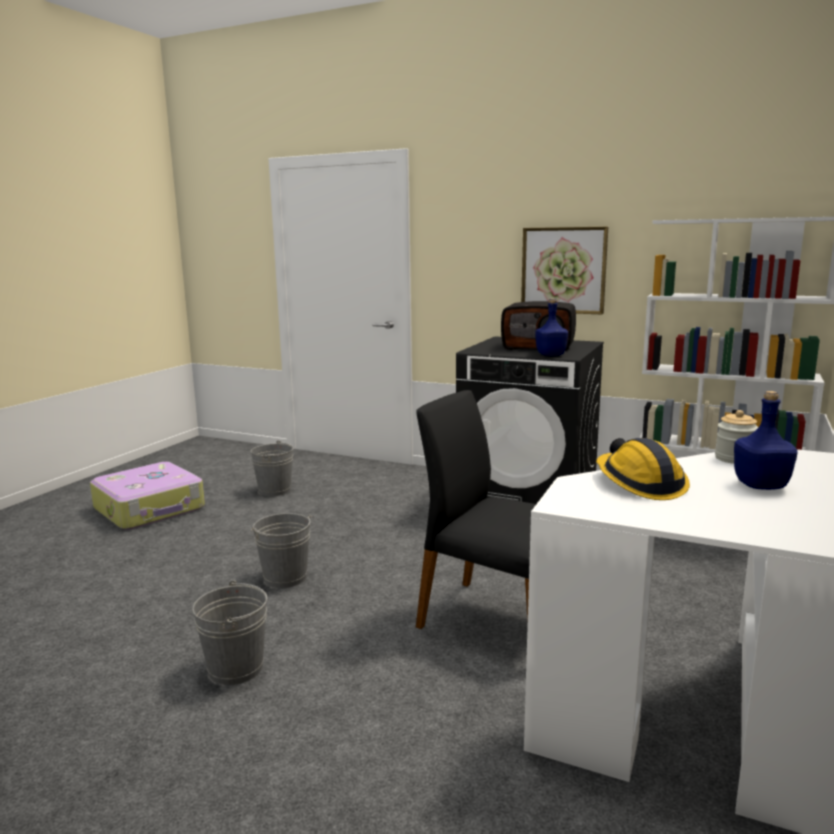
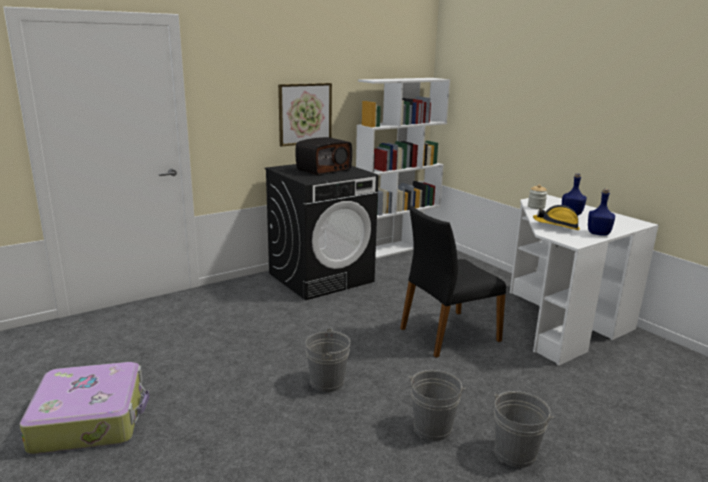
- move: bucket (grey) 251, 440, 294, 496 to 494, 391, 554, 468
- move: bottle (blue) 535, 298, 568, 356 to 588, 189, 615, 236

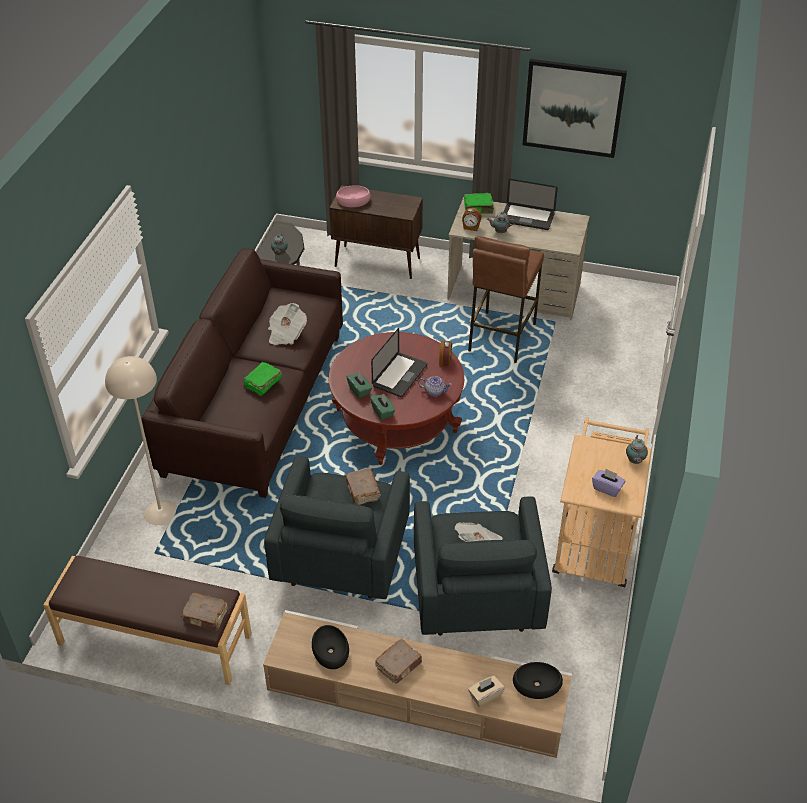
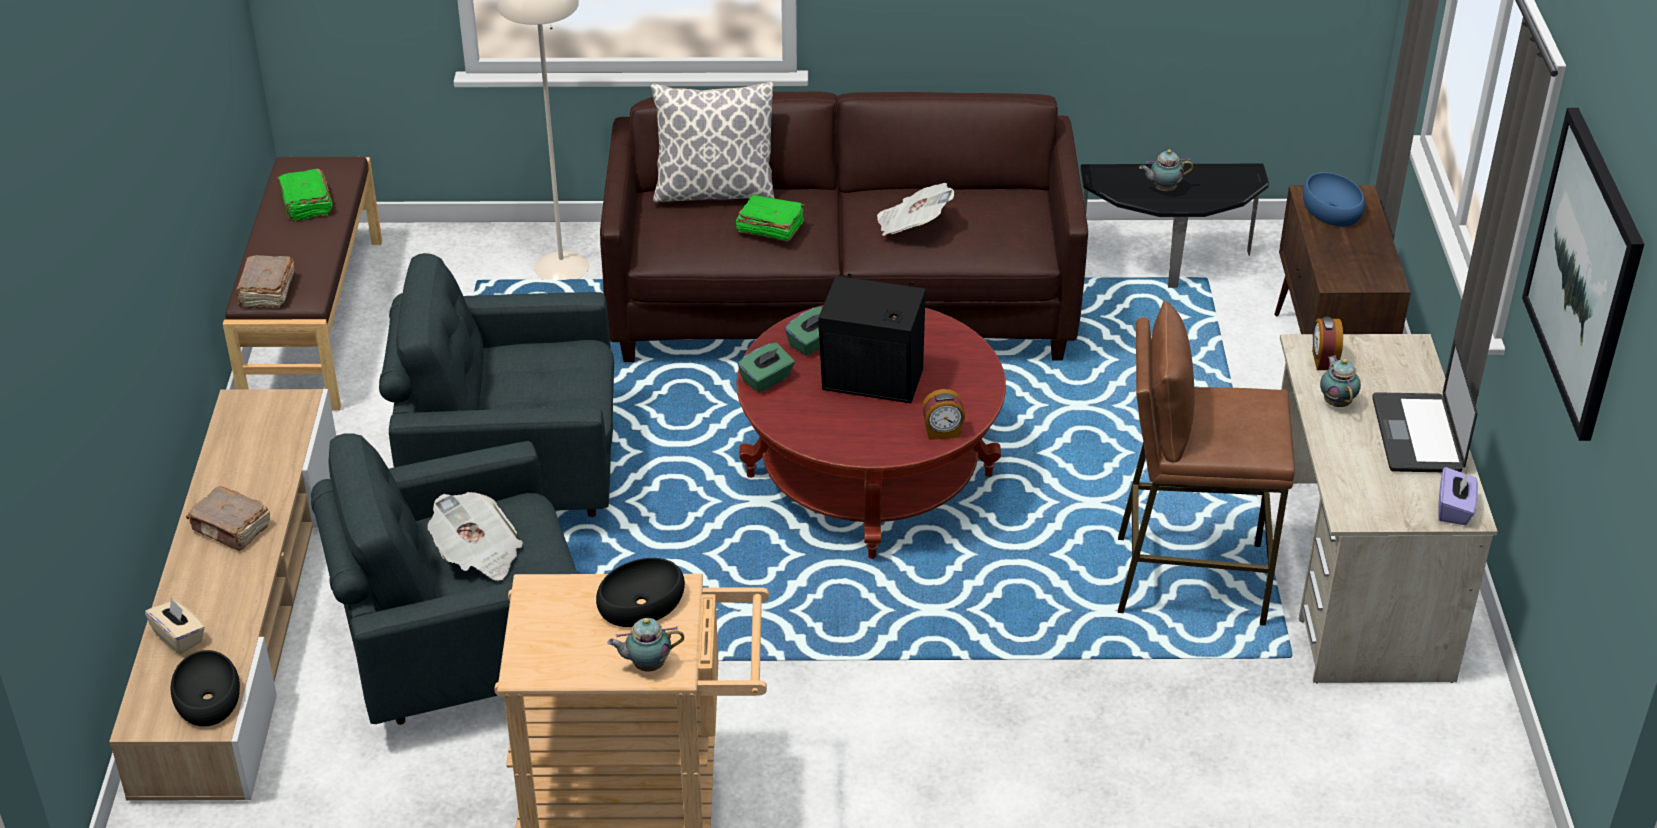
- move: book (green) 464, 193, 494, 213 to 277, 169, 332, 221
- move: bowl (black) 312, 625, 349, 669 to 596, 558, 685, 627
- insert: pillow 651, 82, 774, 202
- replace: laptop 371, 328, 427, 397 to speaker (black) 819, 273, 926, 403
- recolor: bowl (pink) 336, 186, 371, 207 to bowl (blue) 1303, 172, 1365, 227
- move: tissue box (purple) 592, 469, 626, 497 to 1438, 467, 1478, 525
- delete: book (brown) 345, 468, 380, 505
- delete: teapot 418, 376, 452, 397

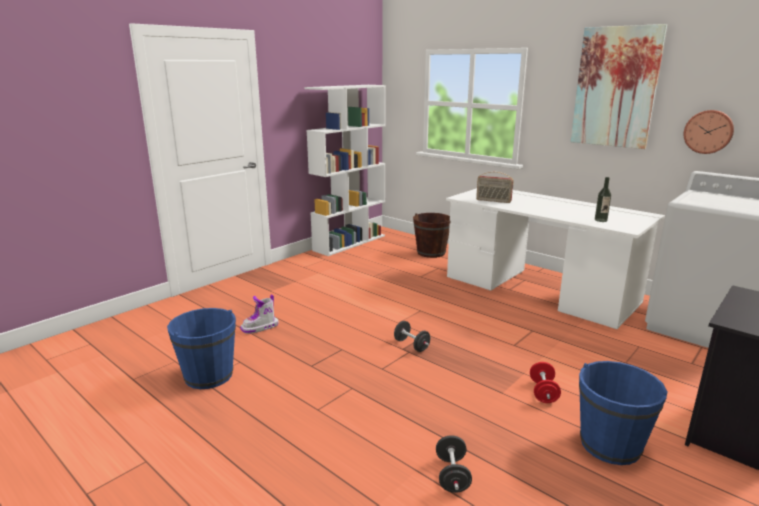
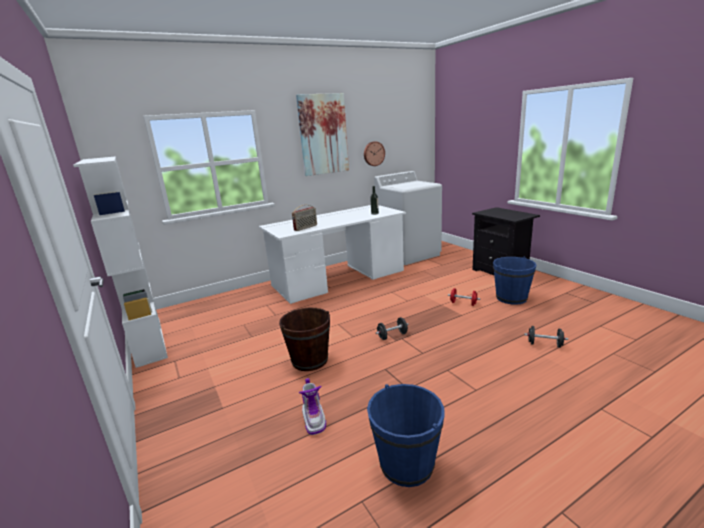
- move: bucket (brown) 413, 213, 451, 258 to 279, 307, 330, 371

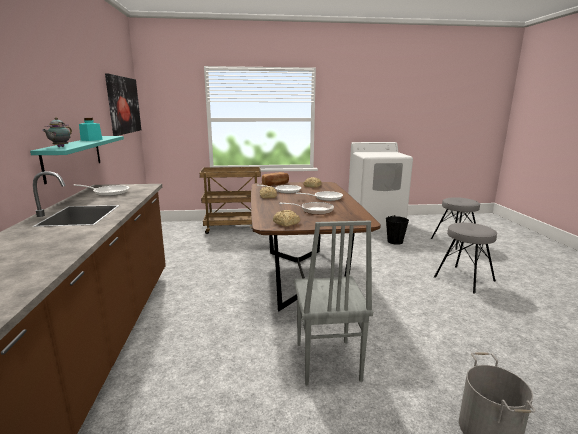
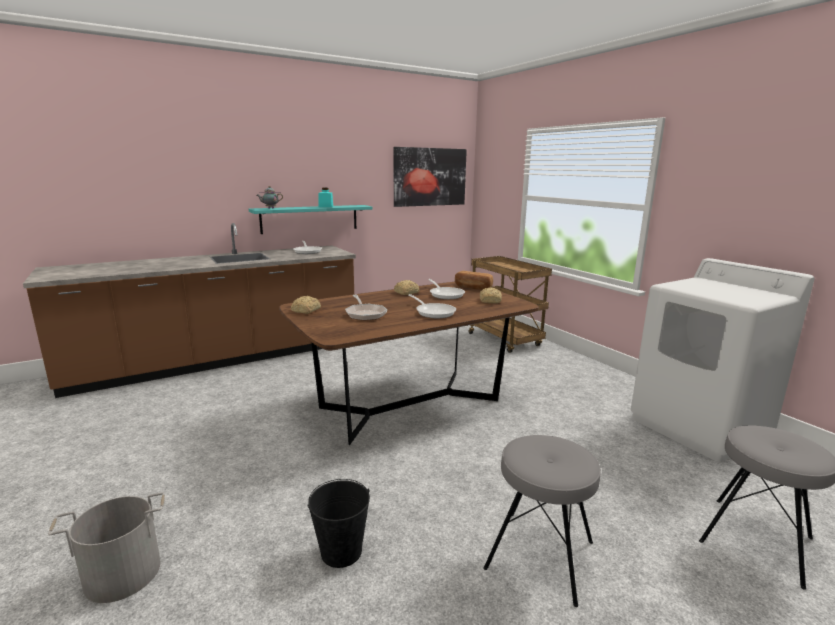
- move: bucket (black) 386, 216, 409, 245 to 307, 479, 370, 568
- delete: chair (grey) 294, 221, 373, 386

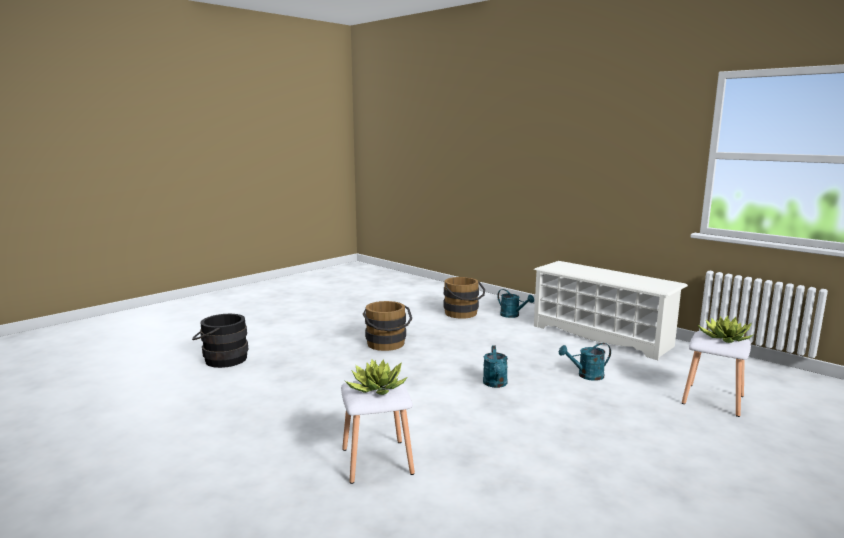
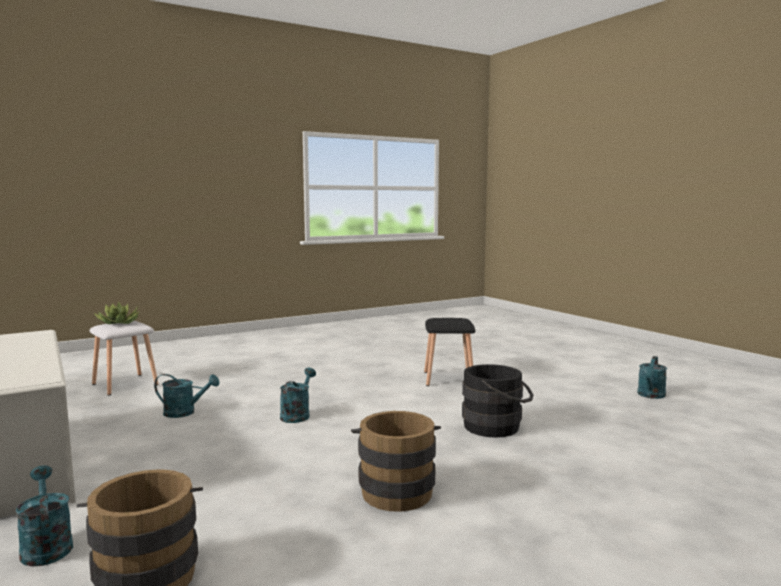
- recolor: stool (white) 341, 378, 415, 484 to stool (black) 424, 318, 475, 386
- move: bucket (black) 192, 314, 248, 368 to 462, 364, 534, 438
- insert: watering can (turquoise) 637, 356, 667, 399
- delete: potted plant 345, 359, 408, 395

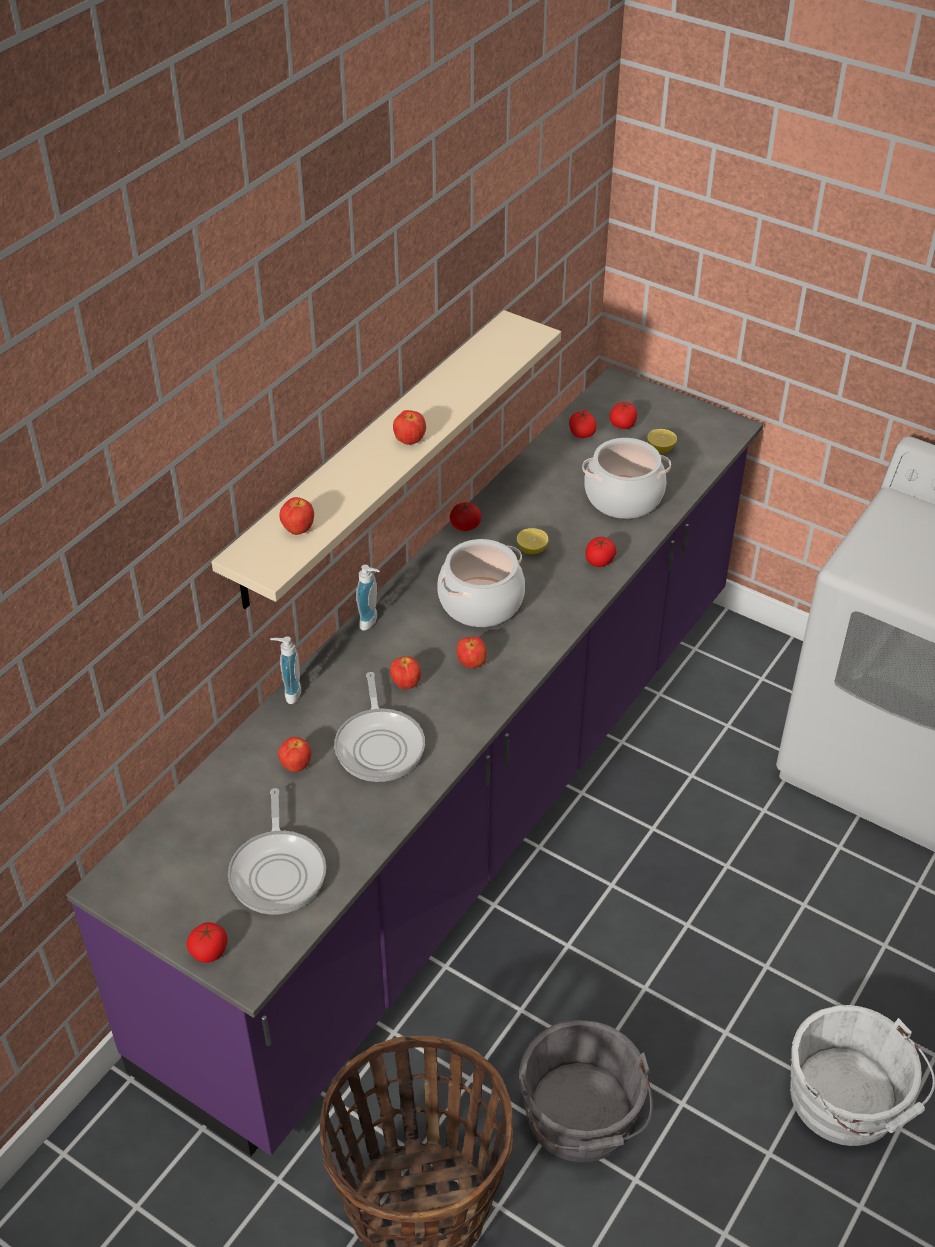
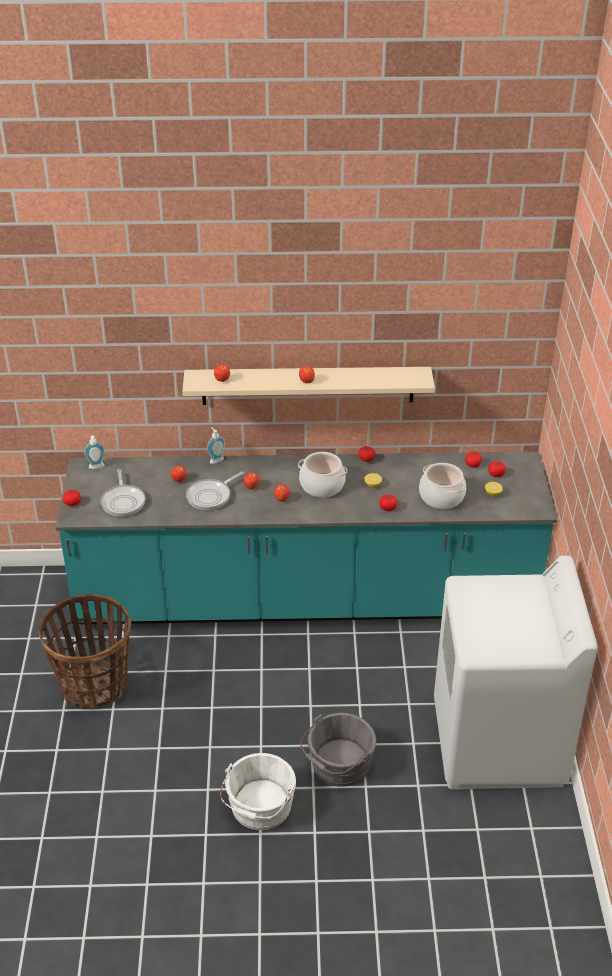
- recolor: counter (purple) 66, 366, 763, 1156 to counter (turquoise) 55, 451, 557, 624
- move: soap dispenser 356, 565, 380, 630 to 84, 436, 105, 469
- rotate: frying pan 228, 788, 326, 914 = 101, 469, 145, 517 60 degrees counterclockwise
- move: bucket (grey) 519, 1020, 653, 1162 to 300, 713, 376, 787

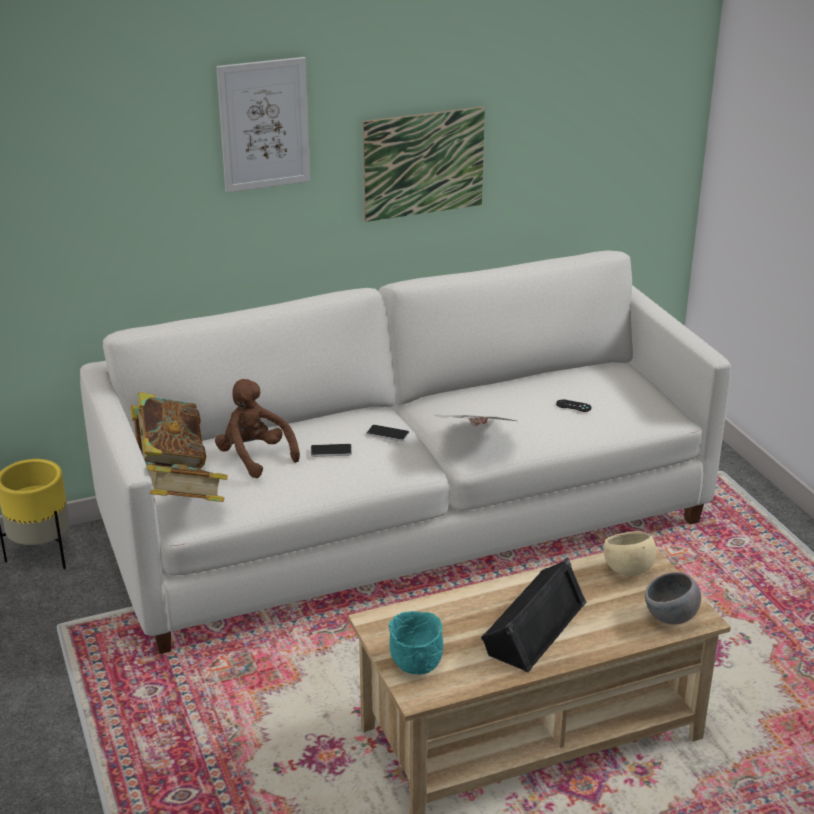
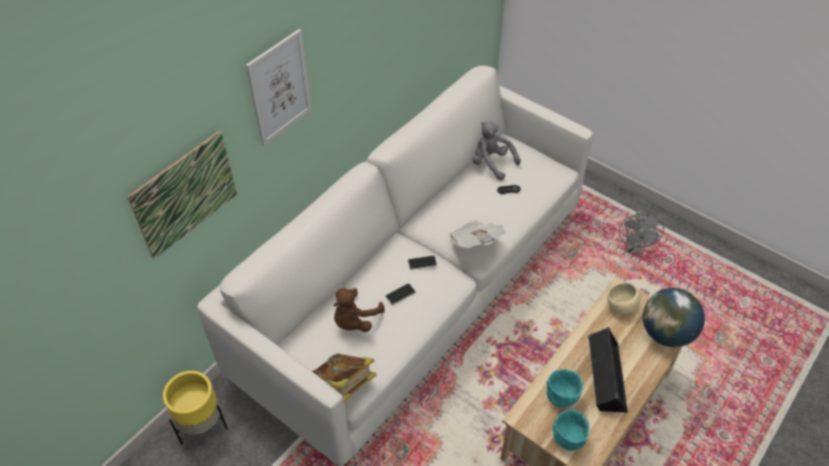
- move: picture 363, 107, 485, 222 to 127, 130, 237, 259
- rotate: plush toy (brown) 215, 379, 300, 478 = 333, 288, 385, 332 75 degrees counterclockwise
- insert: plush toy (grey) 472, 121, 521, 181
- insert: bowl (turquoise) 546, 369, 583, 407
- insert: fan (grey) 619, 211, 664, 254
- replace: bowl (grey) 645, 572, 701, 625 to globe 643, 288, 705, 347
- delete: book 130, 392, 206, 469

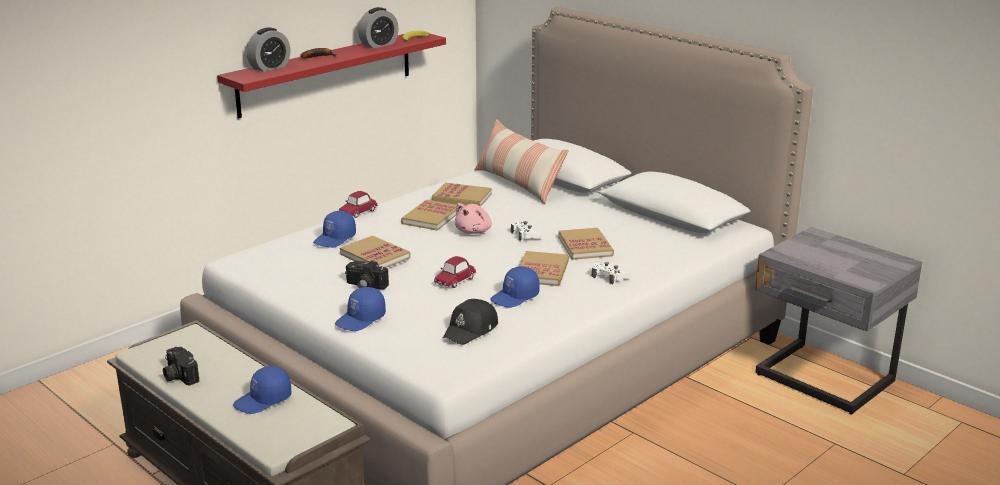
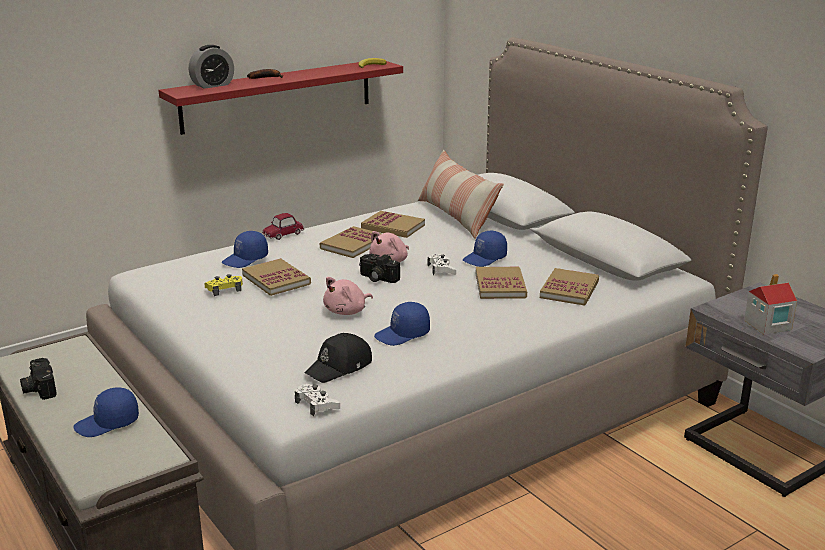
- insert: game controller (yellow) 204, 274, 243, 296
- move: game controller (white) 592, 262, 629, 284 to 295, 384, 340, 416
- replace: toy car 434, 256, 476, 288 to plush toy (pink) 323, 277, 373, 315
- move: photo camera 345, 261, 389, 290 to 359, 254, 400, 283
- move: cap (blue) 335, 287, 386, 331 to 463, 231, 507, 267
- move: book 519, 251, 569, 286 to 540, 268, 599, 306
- insert: toy house 744, 274, 797, 334
- delete: alarm clock 358, 7, 399, 48

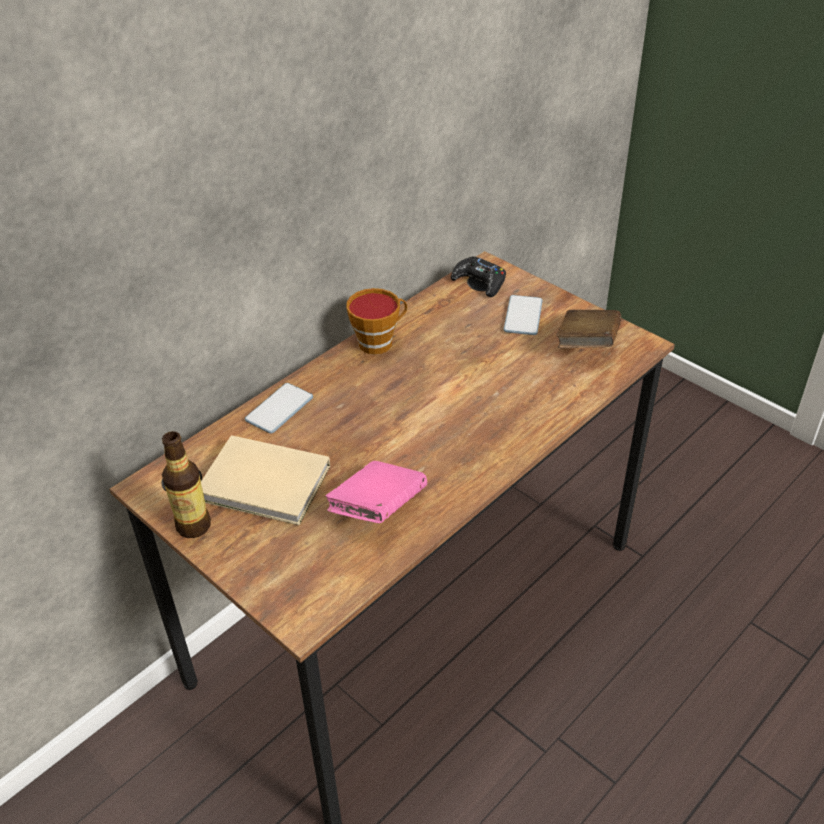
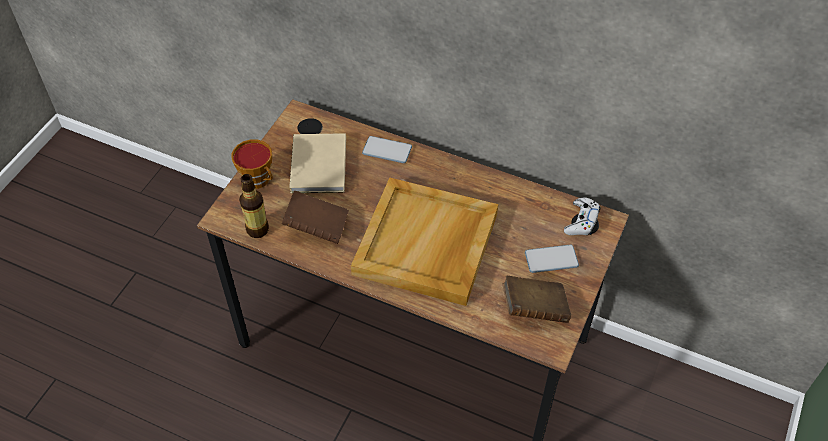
- move: cup 346, 288, 407, 355 to 231, 139, 273, 189
- move: bottle 162, 431, 211, 538 to 239, 174, 269, 238
- recolor: book (pink) 325, 461, 427, 523 to book (brown) 282, 191, 349, 244
- insert: tray (beige) 351, 177, 498, 306
- recolor: game controller (black) 451, 257, 506, 297 to game controller (white) 564, 198, 601, 235

